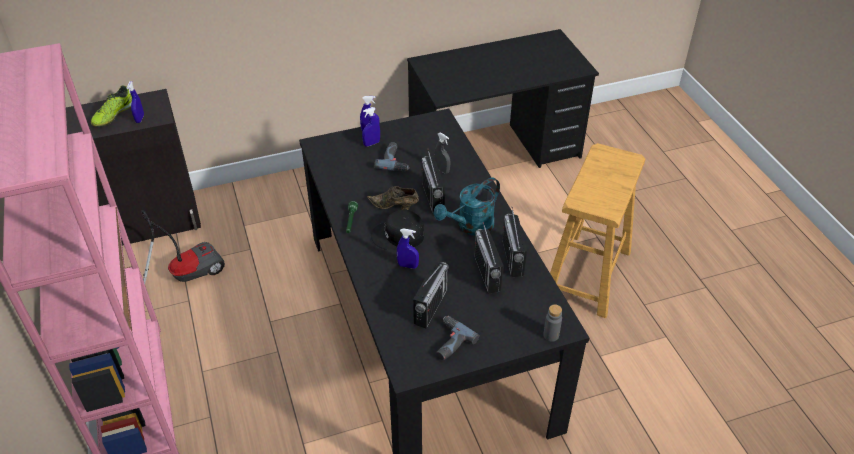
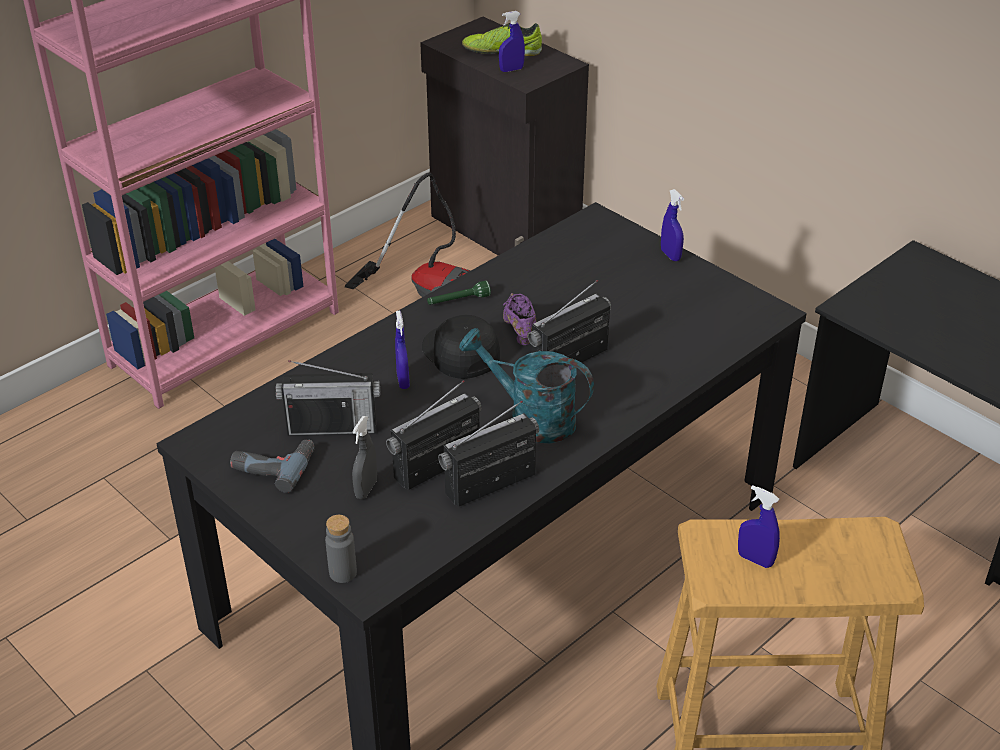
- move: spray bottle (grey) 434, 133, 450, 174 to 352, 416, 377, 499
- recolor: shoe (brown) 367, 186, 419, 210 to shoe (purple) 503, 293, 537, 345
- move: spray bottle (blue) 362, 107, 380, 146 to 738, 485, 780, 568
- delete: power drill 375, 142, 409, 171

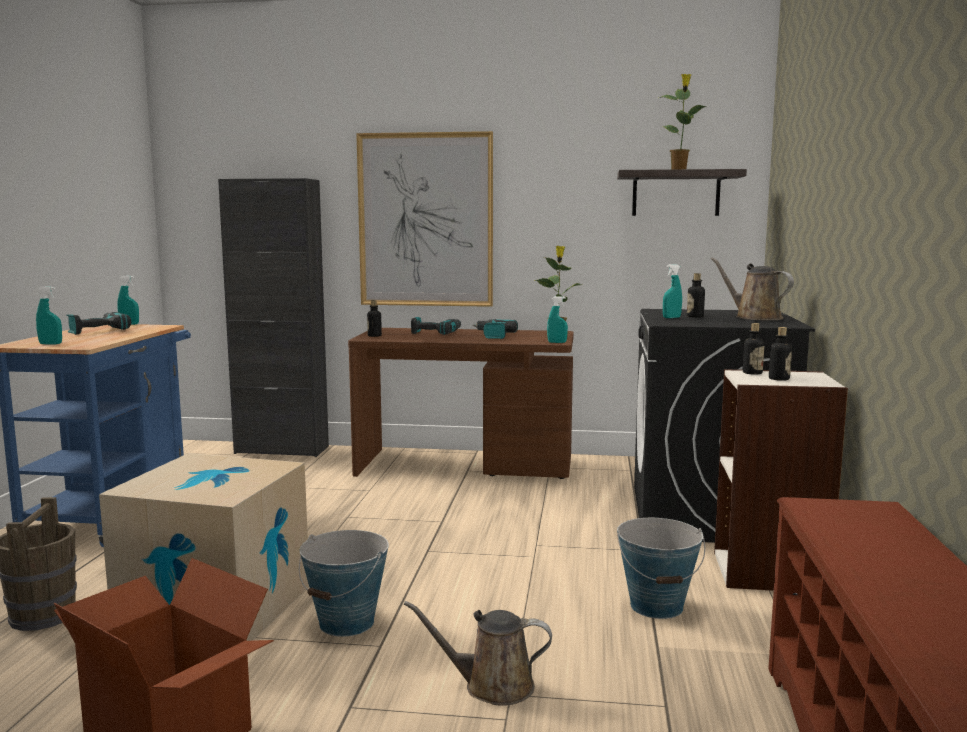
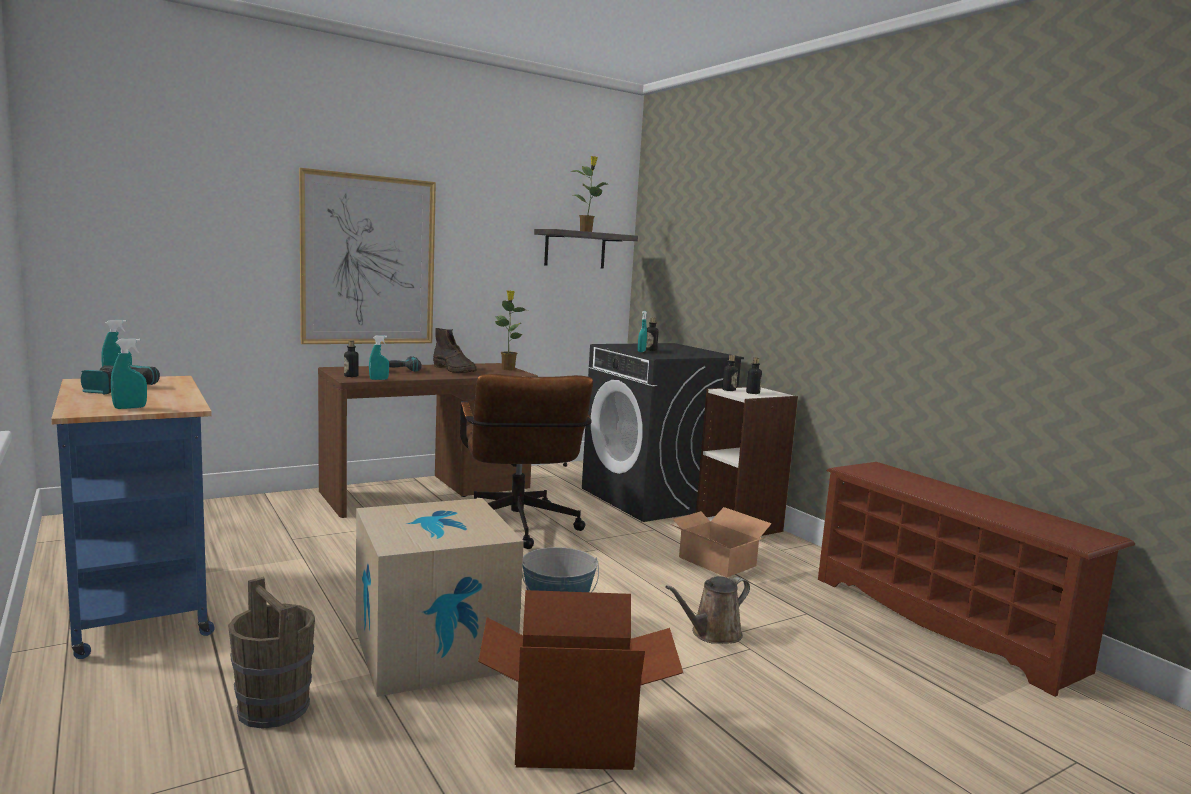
- move: spray bottle (turquoise) 547, 296, 568, 343 to 369, 336, 389, 380
- replace: power drill 472, 319, 518, 339 to boot (brown) 433, 328, 477, 373
- insert: office chair (brown) 460, 374, 593, 549
- replace: bucket 617, 518, 705, 619 to cardboard box 670, 507, 772, 577
- delete: cabinet (black) 218, 178, 329, 457
- delete: watering can (brown) 711, 257, 794, 320

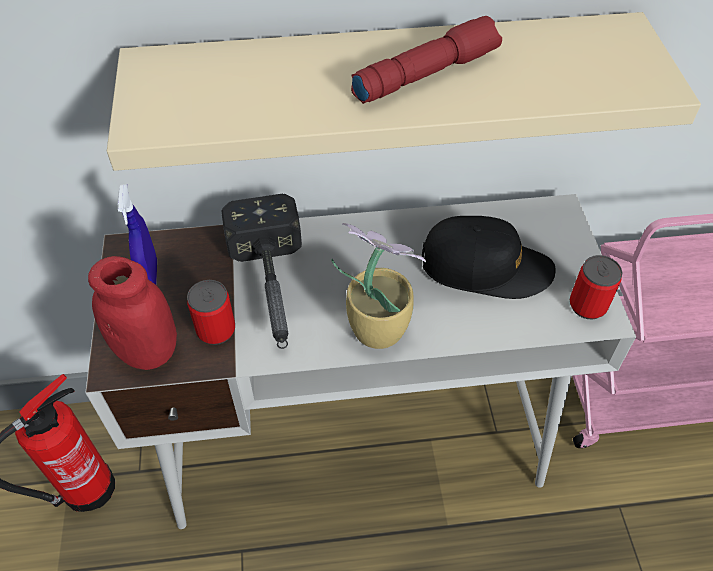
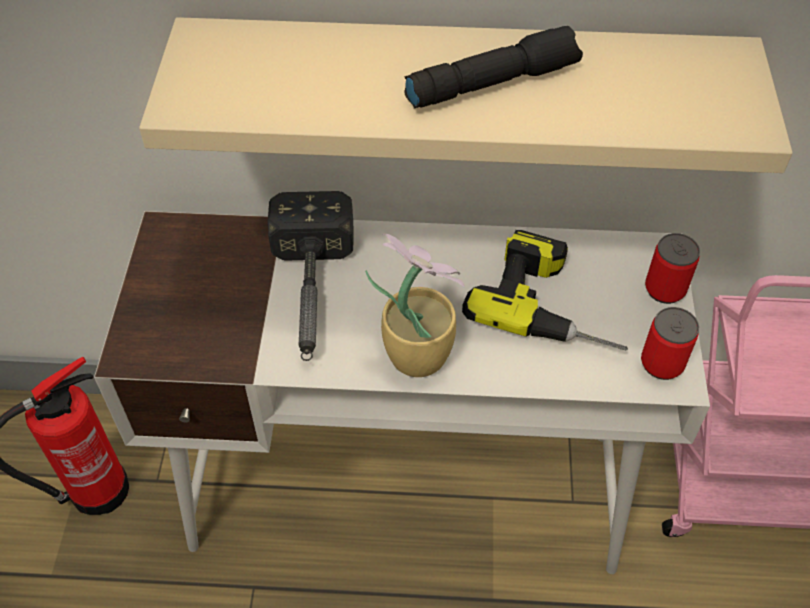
- recolor: flashlight (red) 351, 16, 502, 104 to flashlight (black) 404, 26, 583, 109
- replace: cap (black) 422, 216, 556, 299 to power drill 462, 230, 628, 351
- move: can 187, 280, 235, 345 to 645, 233, 700, 304
- delete: jar (red) 88, 256, 177, 370
- delete: spray bottle (blue) 117, 184, 157, 285

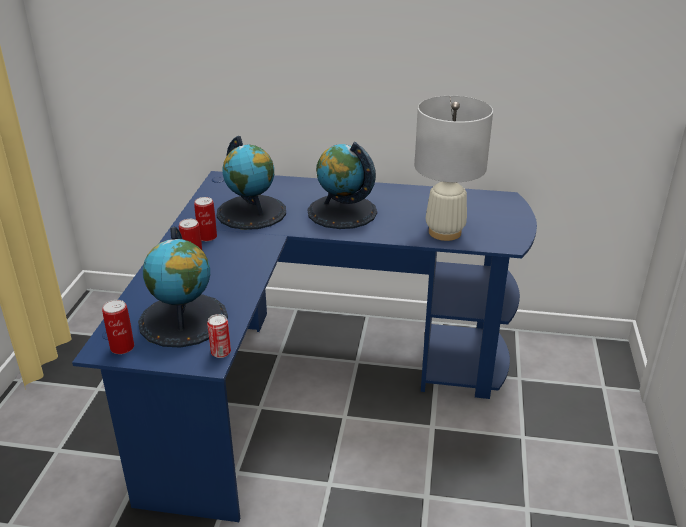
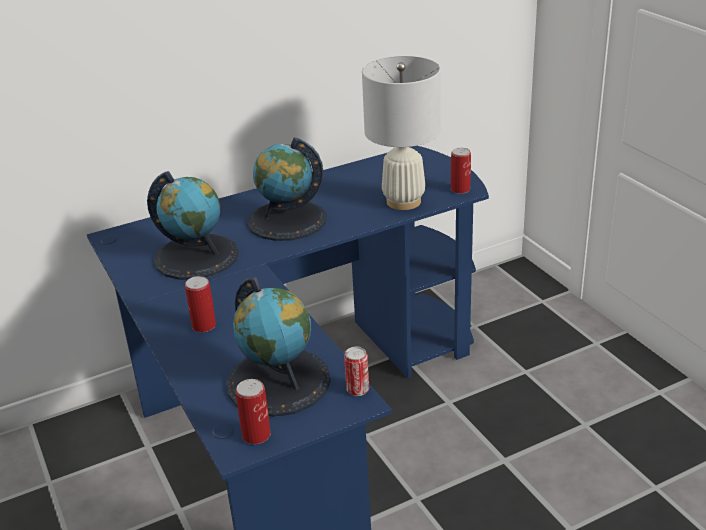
- move: can 194, 197, 217, 241 to 451, 148, 471, 194

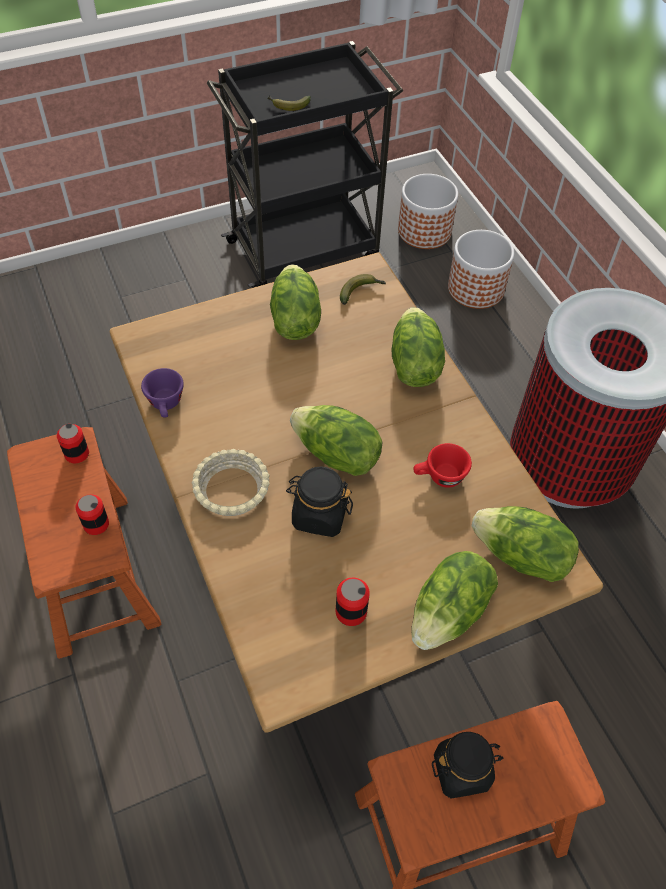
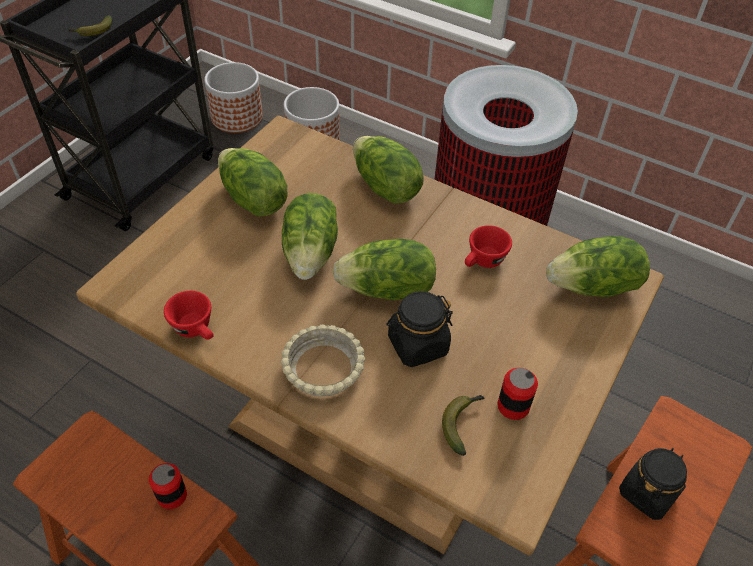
- recolor: cup (purple) 141, 368, 184, 417 to cup (red) 164, 291, 214, 340
- move: lettuce 411, 551, 498, 650 to 282, 193, 338, 280
- move: banana 340, 274, 385, 305 to 442, 395, 485, 456
- delete: can 57, 424, 89, 463

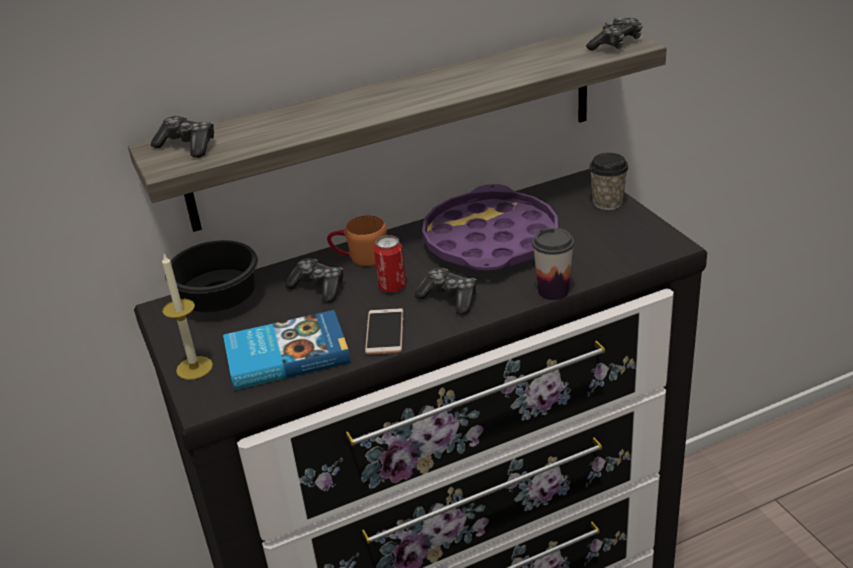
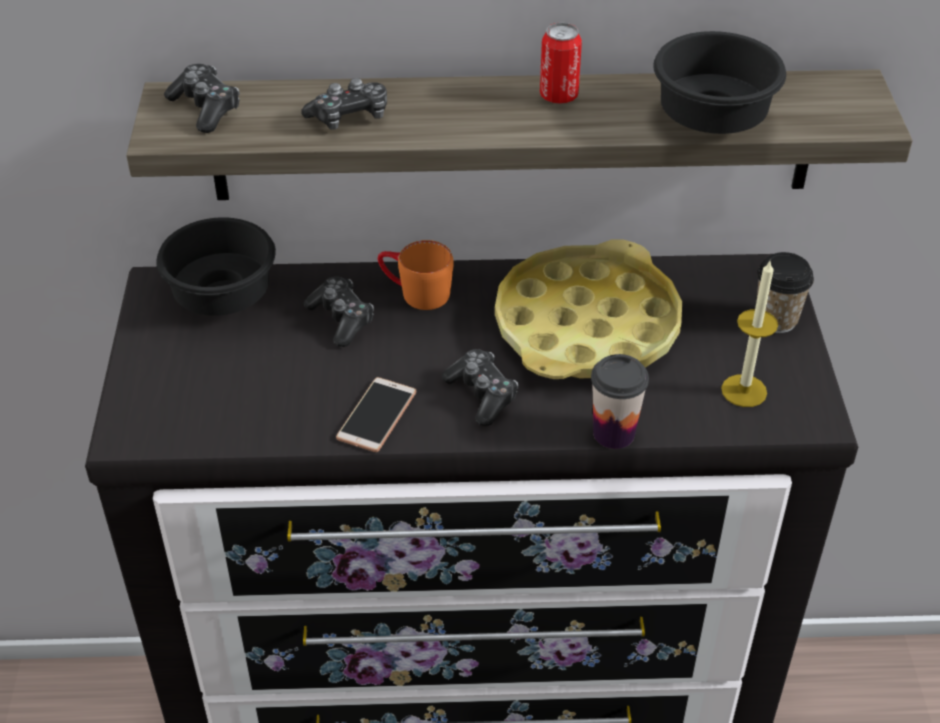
- move: game controller 586, 17, 643, 51 to 301, 78, 387, 130
- recolor: tray (purple) 422, 184, 558, 270 to tray (yellow) 495, 239, 682, 379
- move: can 374, 235, 406, 292 to 540, 22, 582, 104
- insert: bowl (black) 653, 31, 786, 134
- move: candle 162, 254, 213, 380 to 721, 261, 778, 407
- delete: book 223, 310, 351, 390

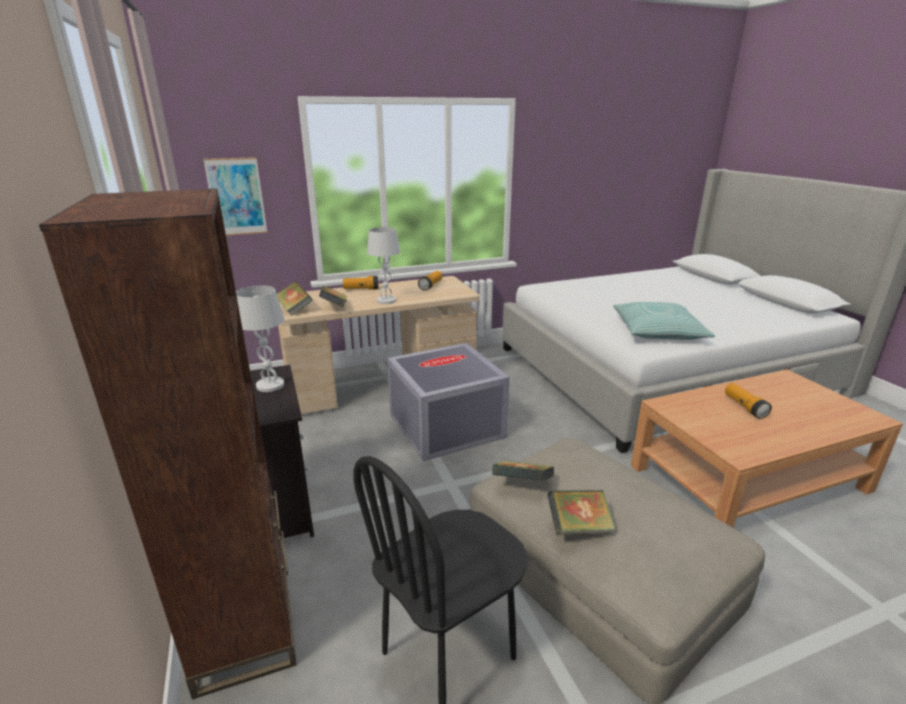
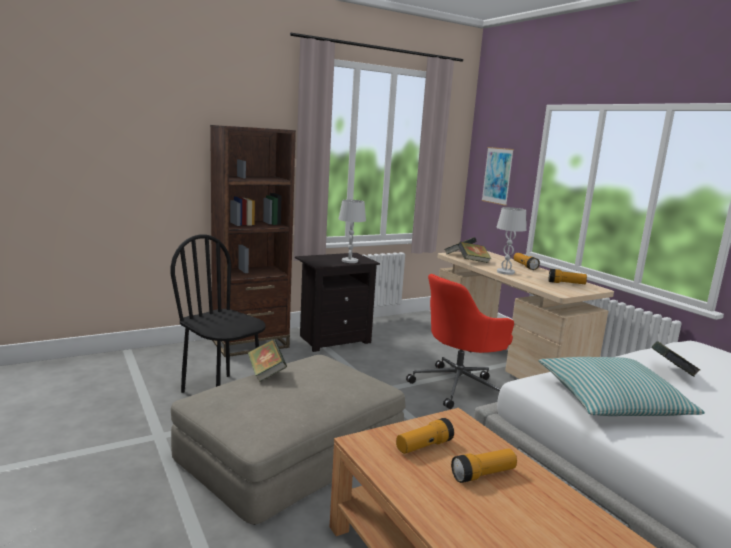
- insert: flashlight 396, 418, 454, 454
- replace: storage box (grey) 387, 343, 510, 462 to office chair (red) 406, 274, 514, 409
- move: book 492, 461, 554, 481 to 652, 341, 700, 377

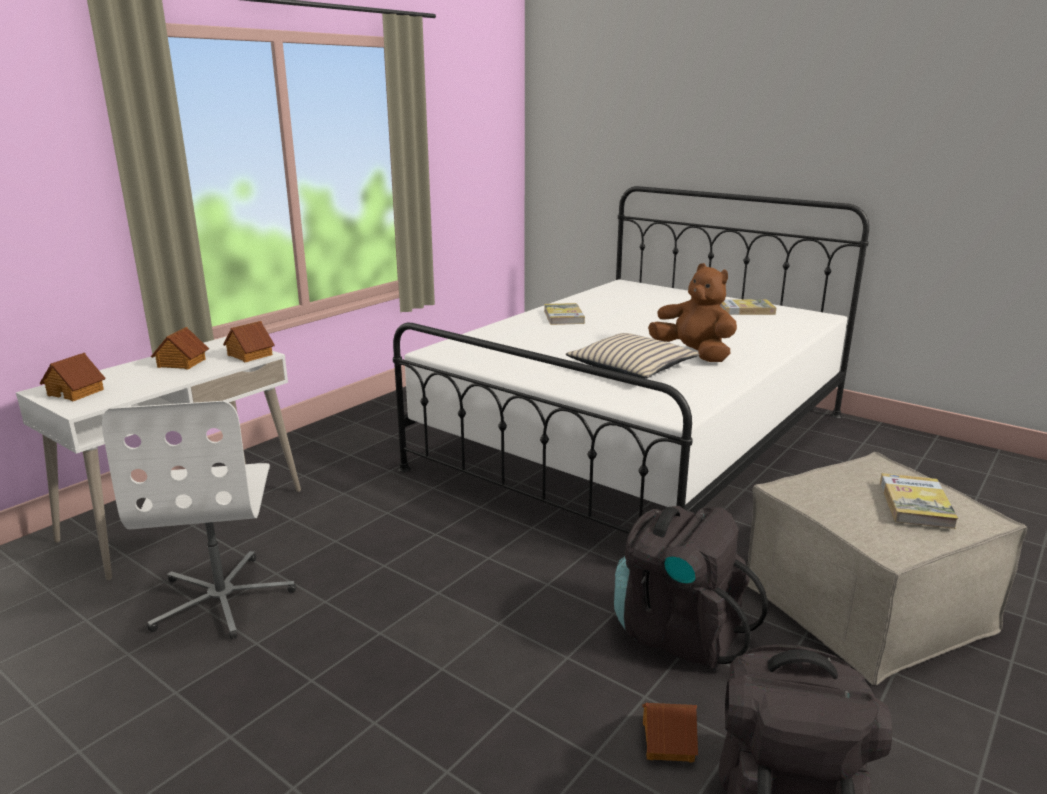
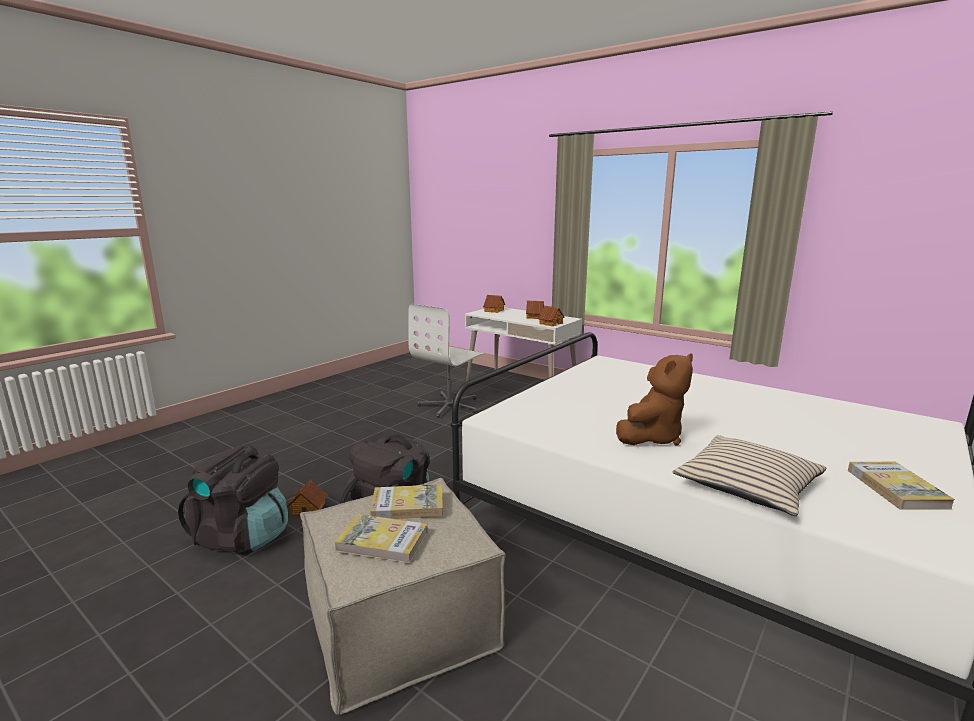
- move: book 544, 303, 585, 325 to 370, 484, 443, 519
- rotate: office chair (white) 102, 401, 296, 640 = 408, 304, 484, 418 45 degrees counterclockwise
- move: pillow (beige) 566, 333, 700, 379 to 673, 435, 826, 516

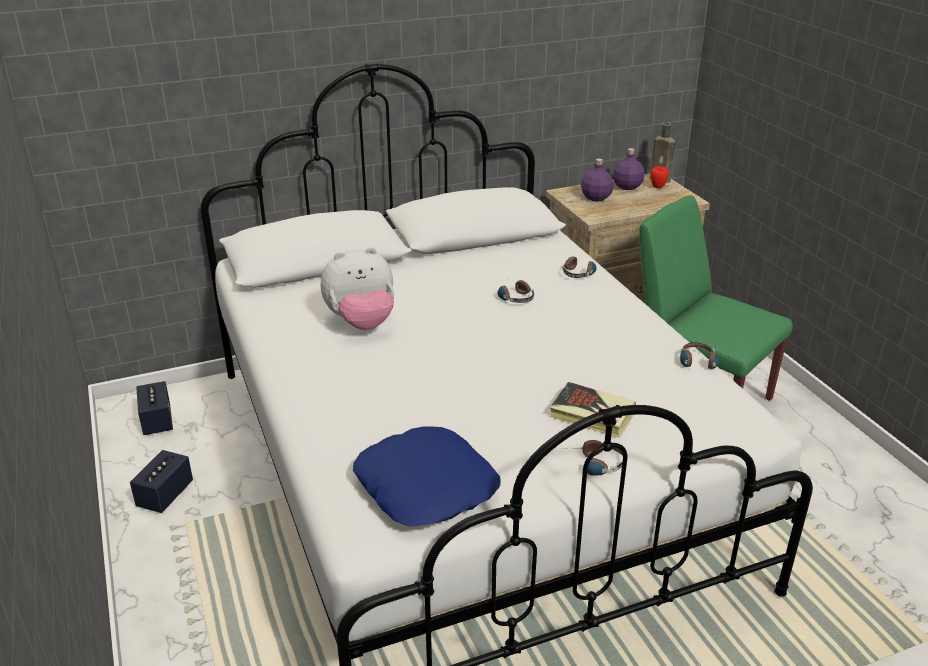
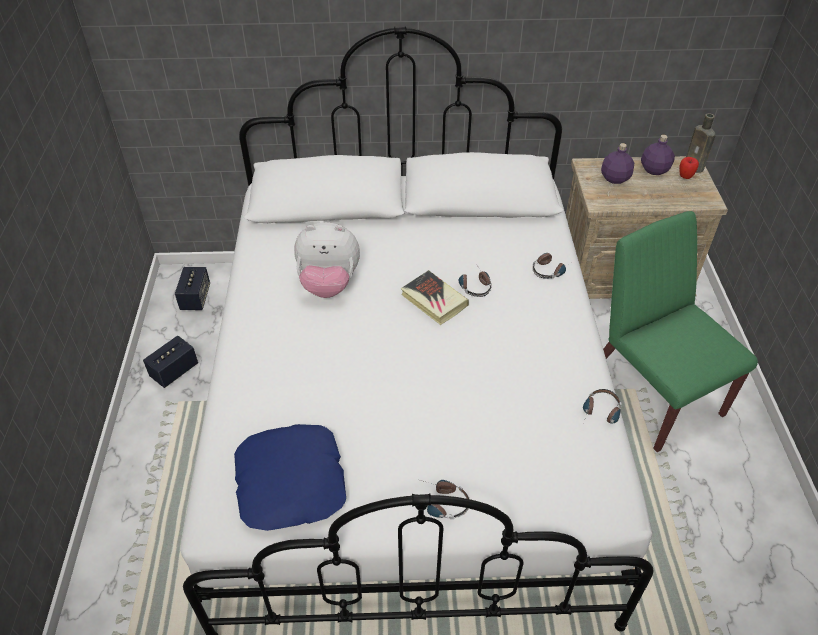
- move: book 550, 382, 636, 438 to 401, 270, 469, 325

